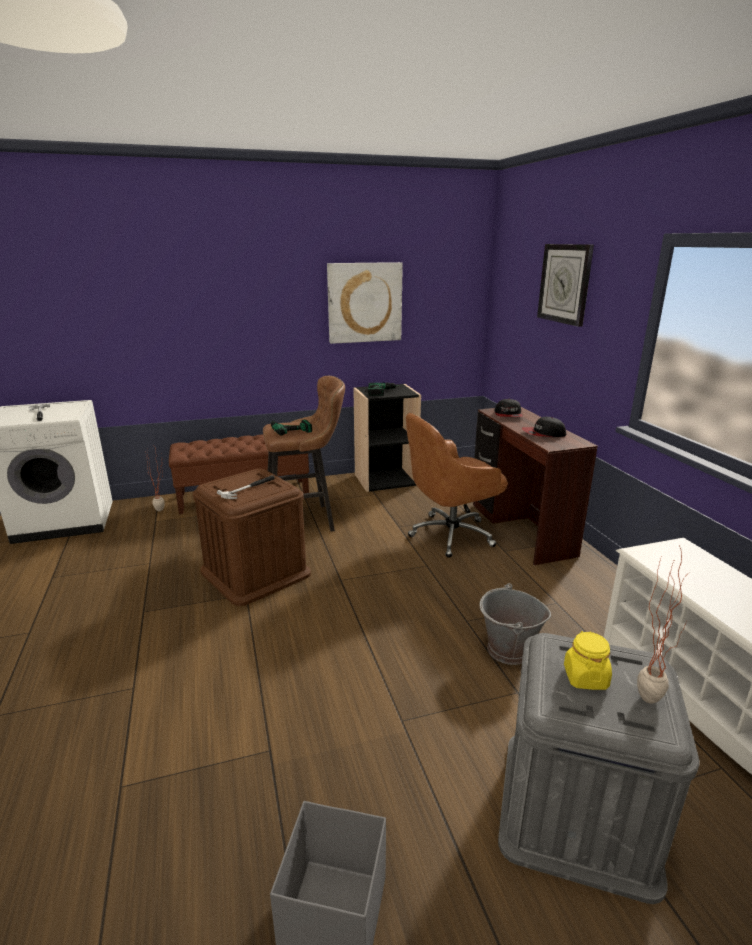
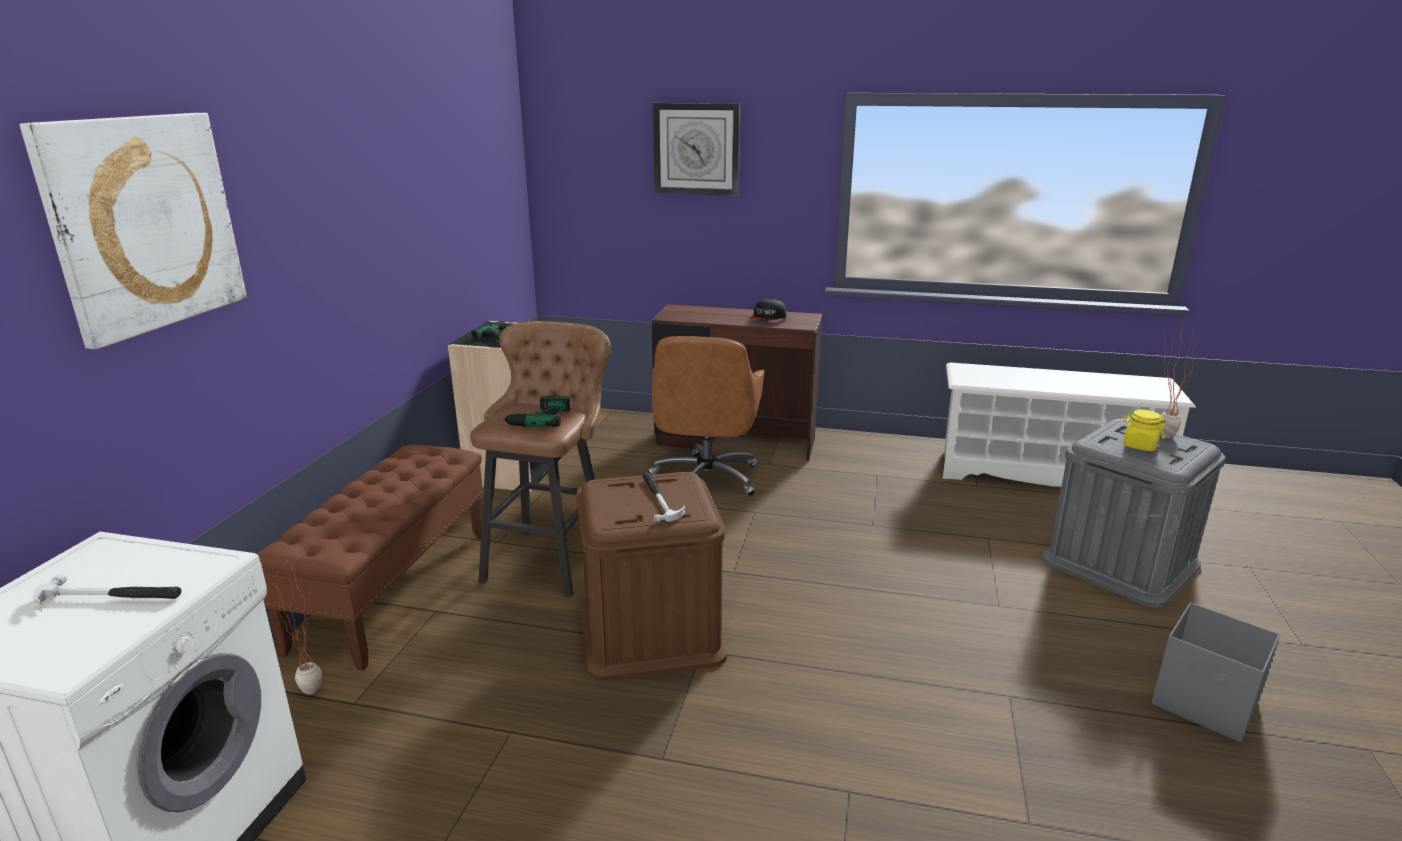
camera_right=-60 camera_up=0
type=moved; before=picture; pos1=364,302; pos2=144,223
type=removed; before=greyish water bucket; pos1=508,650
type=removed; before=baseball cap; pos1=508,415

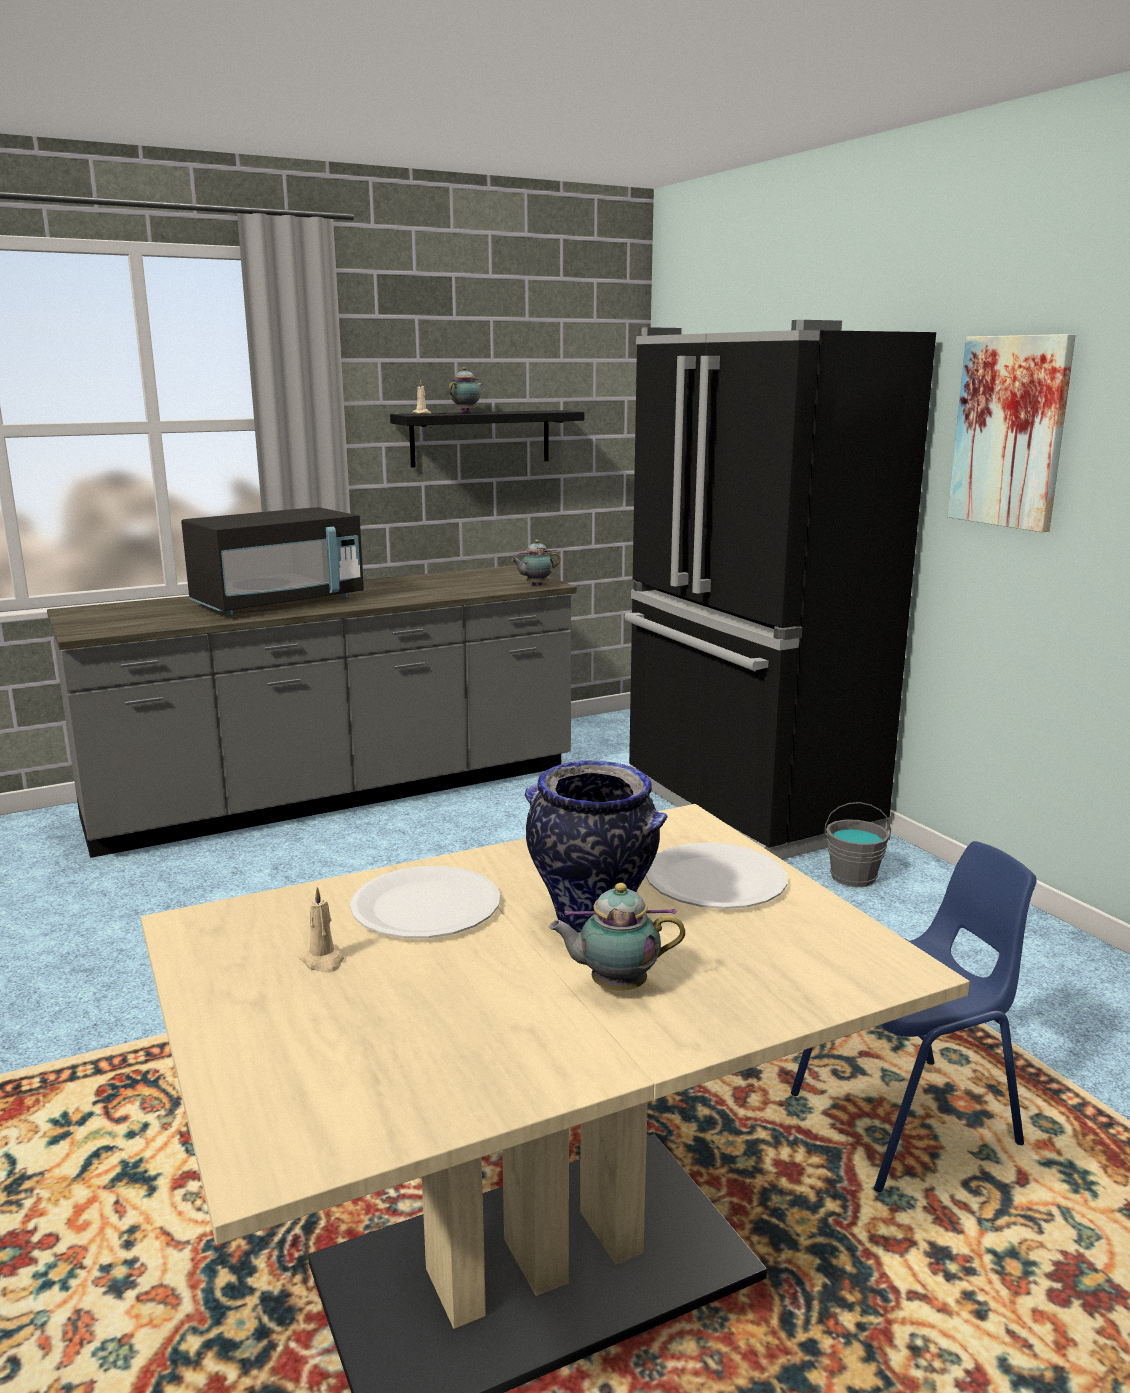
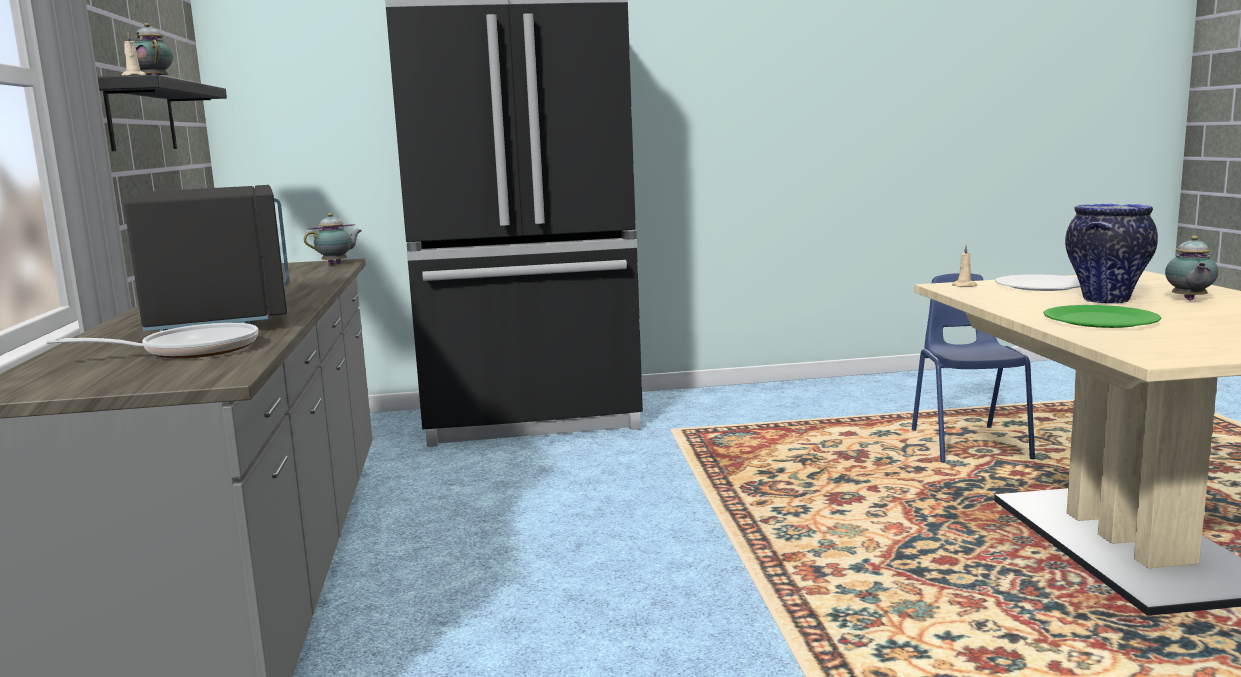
camera_right=-70 camera_up=-5
type=moved; before=sand-coloured candle; pos1=323,961; pos2=965,286
type=recoloured; before=white dinner plate; after=greenish dinner plate; pos1=425,906; pos2=1100,320
type=turned; before=tea pot; pos1=535,585; pos2=337,264; turn=-120
type=removed; before=greyish water bucket; pos1=853,877
type=removed; before=picture; pos1=1010,432
type=added; after=skillet; pos2=190,351

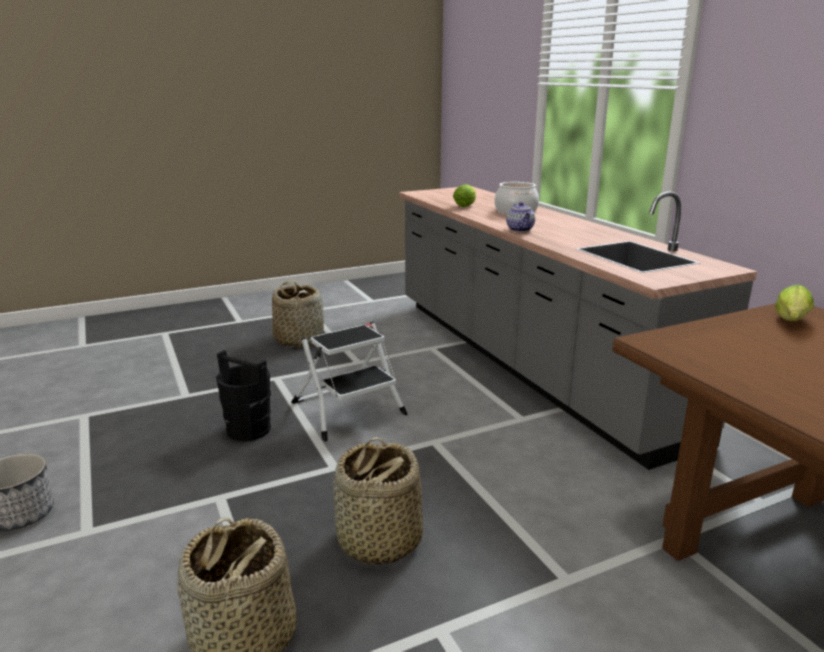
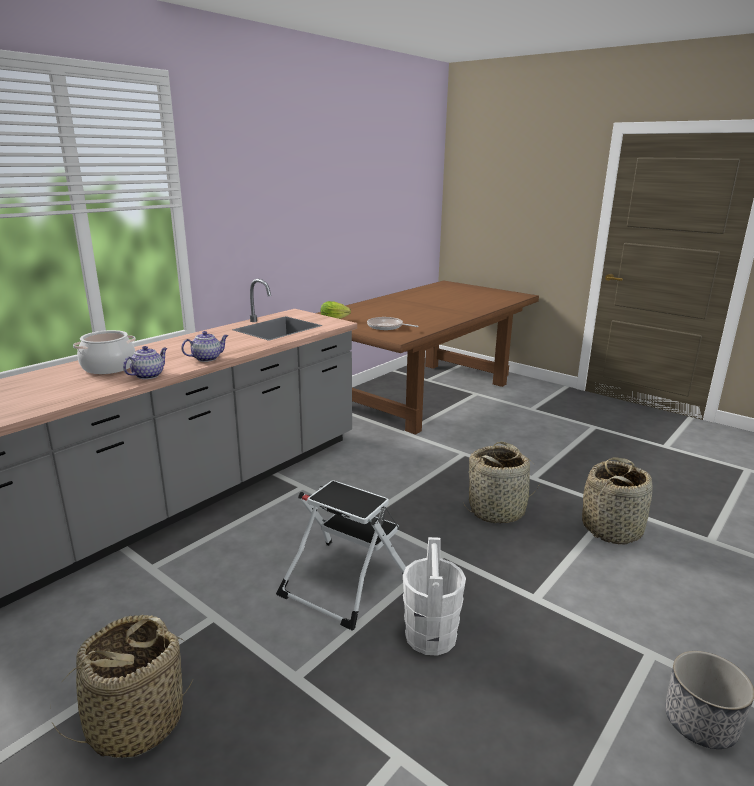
camera_right=-115 camera_up=0
type=recoloured; before=blackish water bucket; after=white water bucket; pos1=248,429; pos2=430,636
type=removed; before=lettuce head; pos1=466,205
type=added; after=tea pot; pos2=148,375
type=added; after=skillet; pos2=387,327

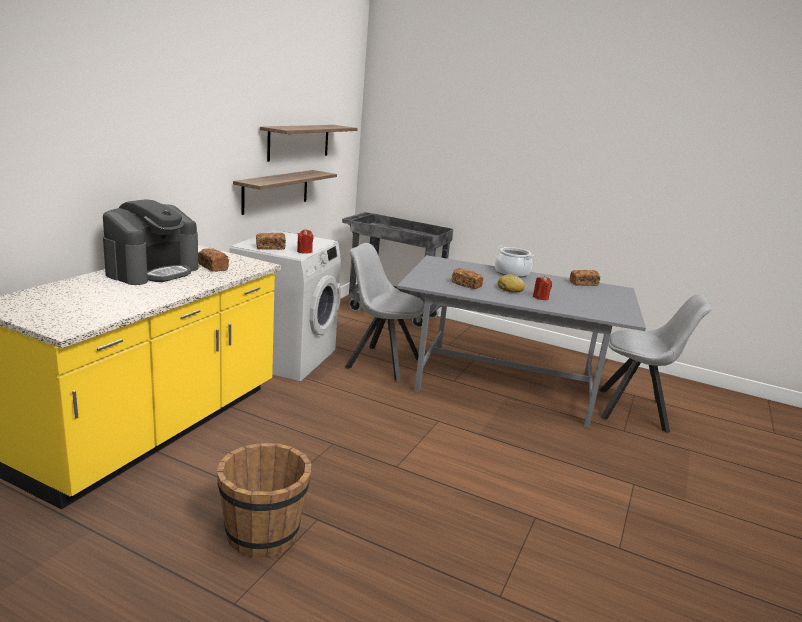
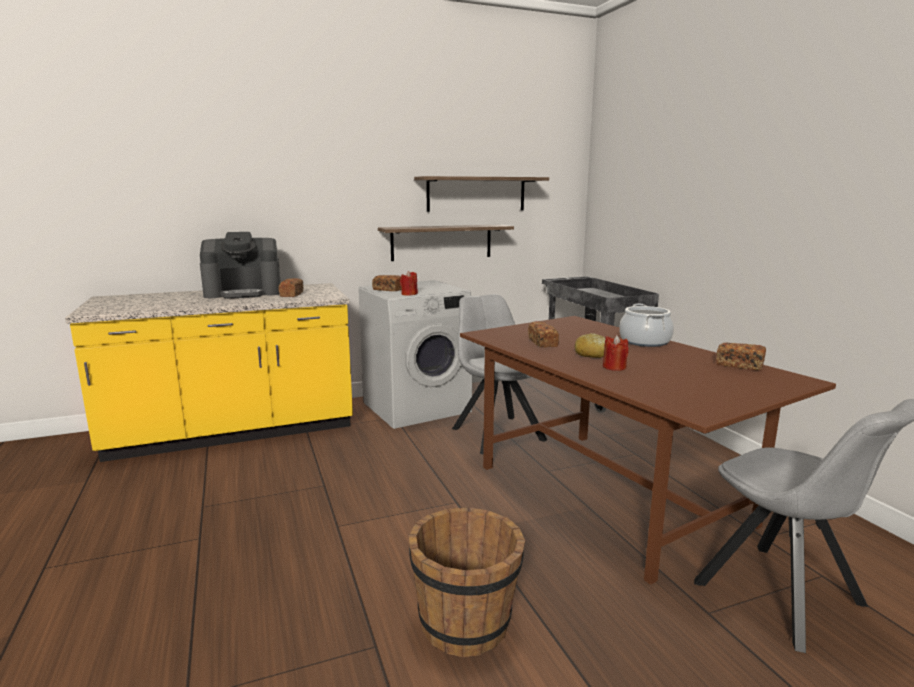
camera_right=45 camera_up=-5
type=moved; before=brownish water bucket; pos1=263,533; pos2=466,623
type=recoloured; before=greyish dining table; after=brownish dining table; pos1=506,384; pos2=611,494

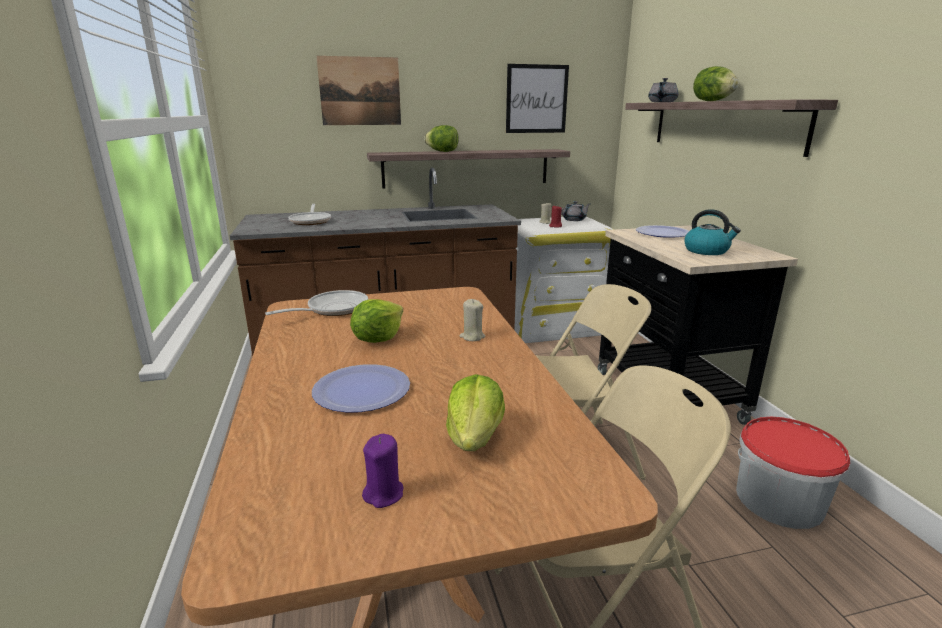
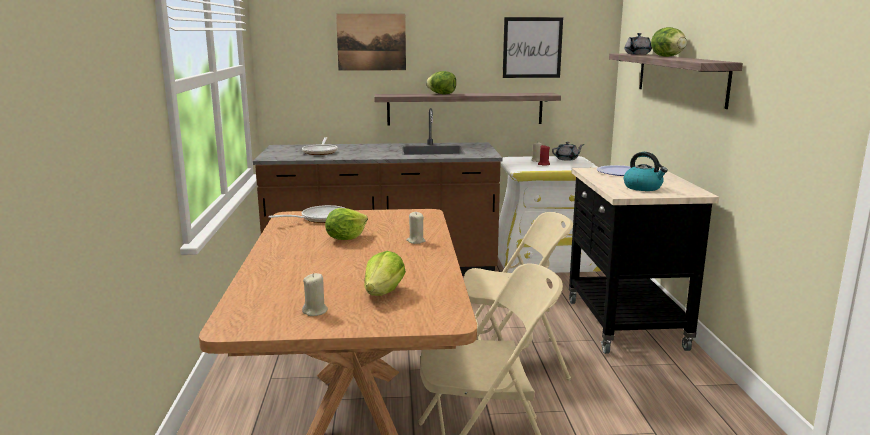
camera_right=10 camera_up=-5
type=removed; before=dinner plate; pos1=361,390
type=recoloured; before=purplish candle; after=sand-coloured candle; pos1=384,494; pos2=315,311
type=removed; before=water bucket; pos1=779,500

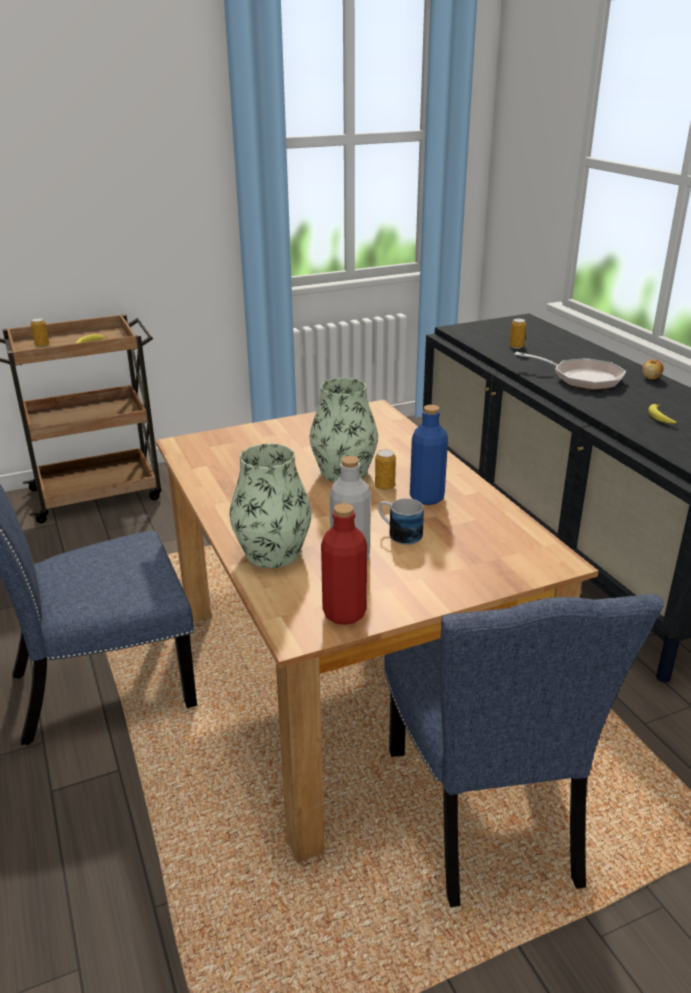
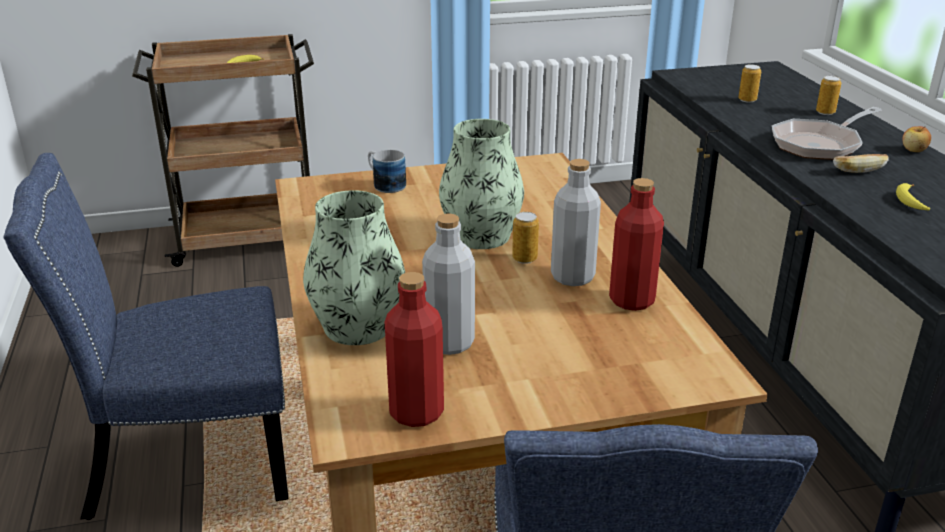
camera_right=10 camera_up=0
type=moved; before=sealed can; pos1=42,345; pos2=825,112
type=moved; before=tea mug; pos1=399,534; pos2=385,184
type=recoloured; before=blue bottle; after=greyish bottle; pos1=427,497; pos2=572,277
type=turned; before=skillet; pos1=581,378; pos2=819,144; turn=105
type=added; after=reddish bottle; pos2=632,300
type=added; after=baked bread; pos2=858,171

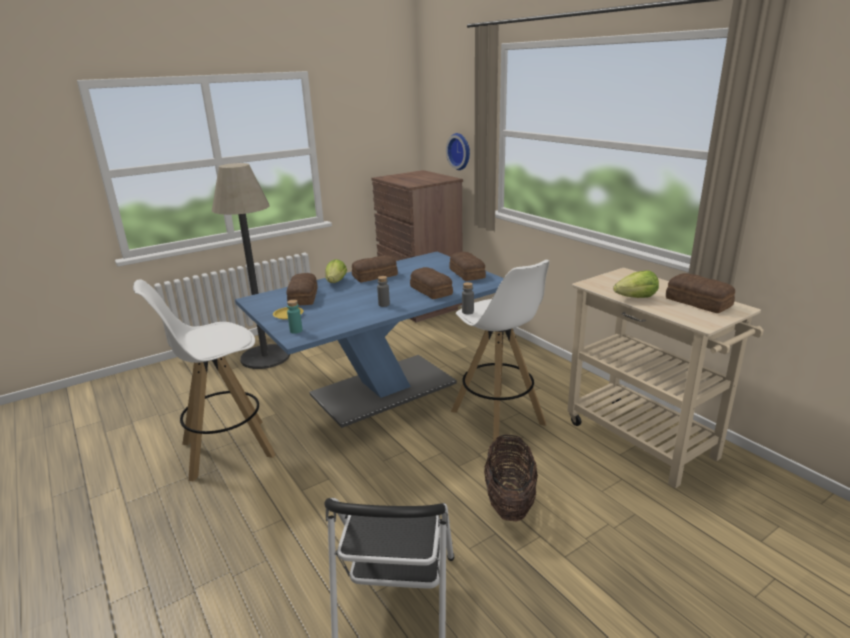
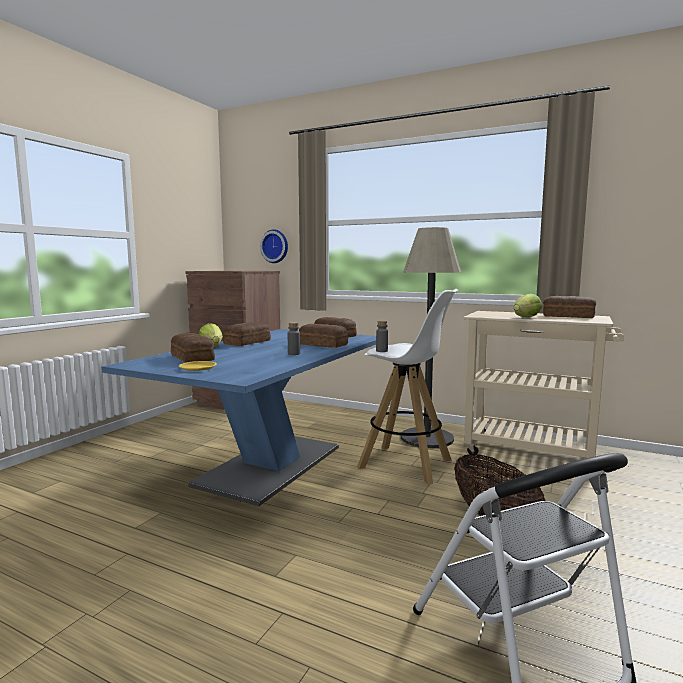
camera_right=-30 camera_up=-15
type=removed; before=white stool; pos1=226,450
type=moved; before=floor lamp; pos1=265,357; pos2=427,438
type=removed; before=turquoise bottle; pos1=296,331

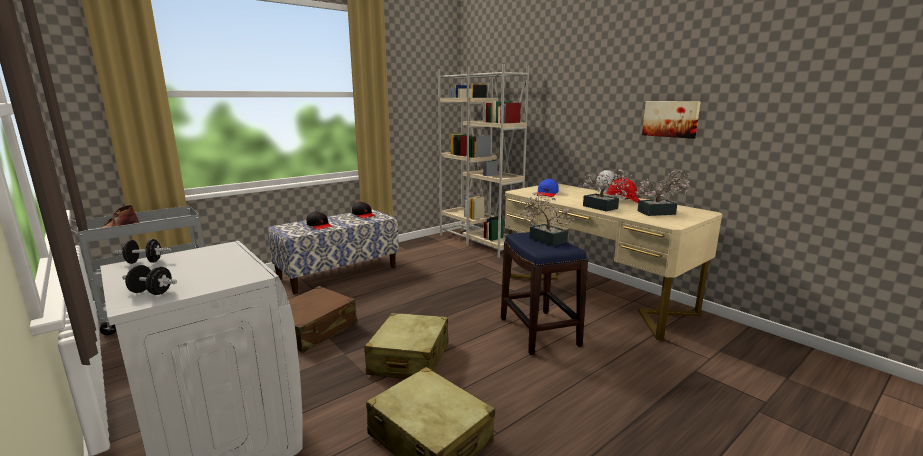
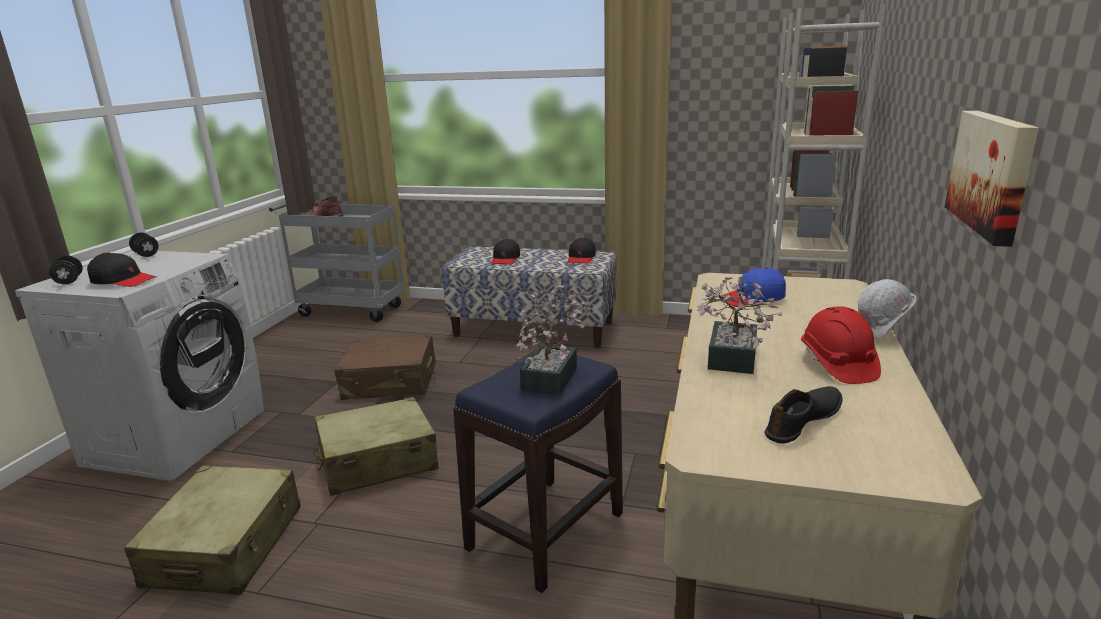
camera_right=55 camera_up=5
type=replaced; before=potted plant; after=blackish item of footwear; pos1=660,212; pos2=804,421
type=added; after=blackish baseball cap; pos2=123,280

